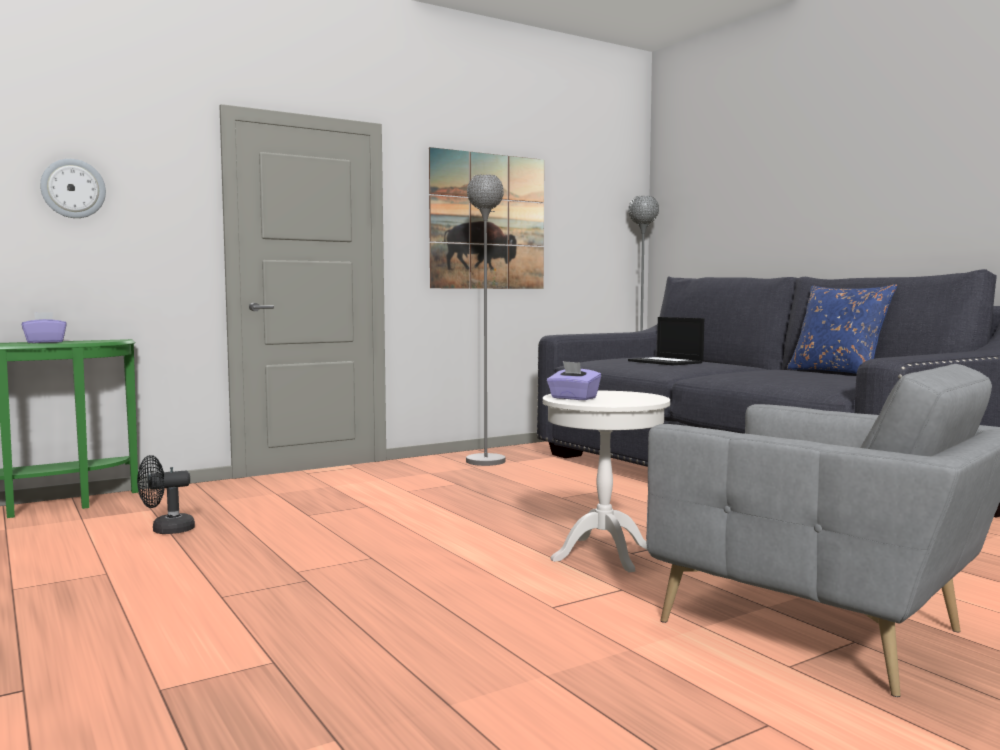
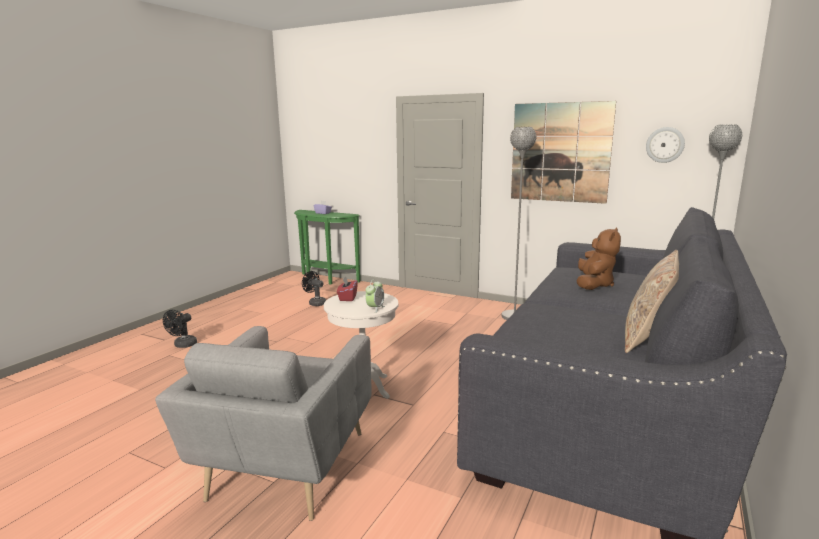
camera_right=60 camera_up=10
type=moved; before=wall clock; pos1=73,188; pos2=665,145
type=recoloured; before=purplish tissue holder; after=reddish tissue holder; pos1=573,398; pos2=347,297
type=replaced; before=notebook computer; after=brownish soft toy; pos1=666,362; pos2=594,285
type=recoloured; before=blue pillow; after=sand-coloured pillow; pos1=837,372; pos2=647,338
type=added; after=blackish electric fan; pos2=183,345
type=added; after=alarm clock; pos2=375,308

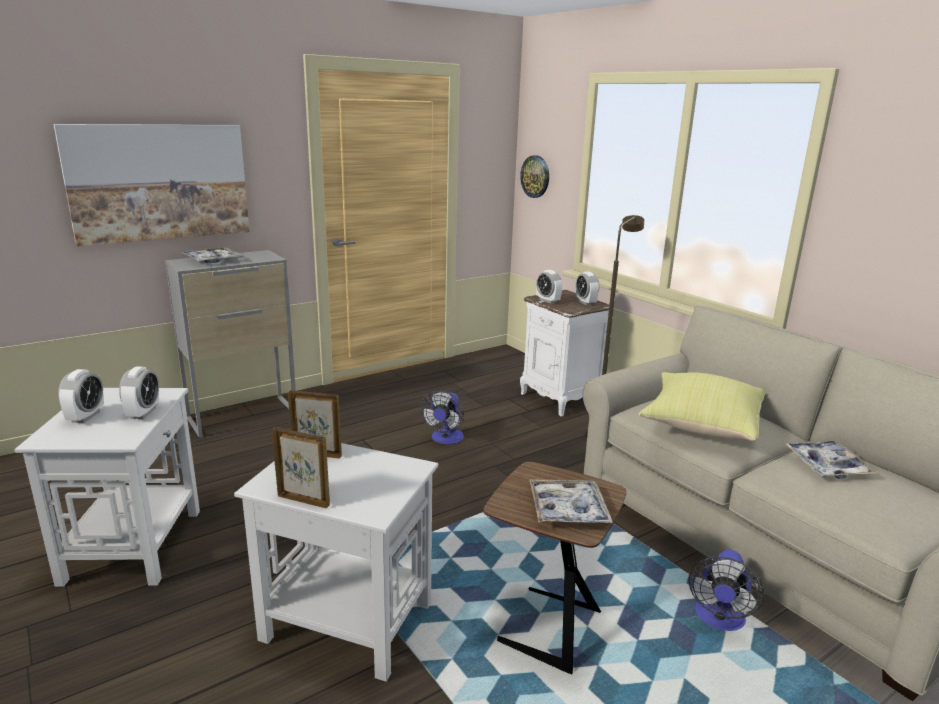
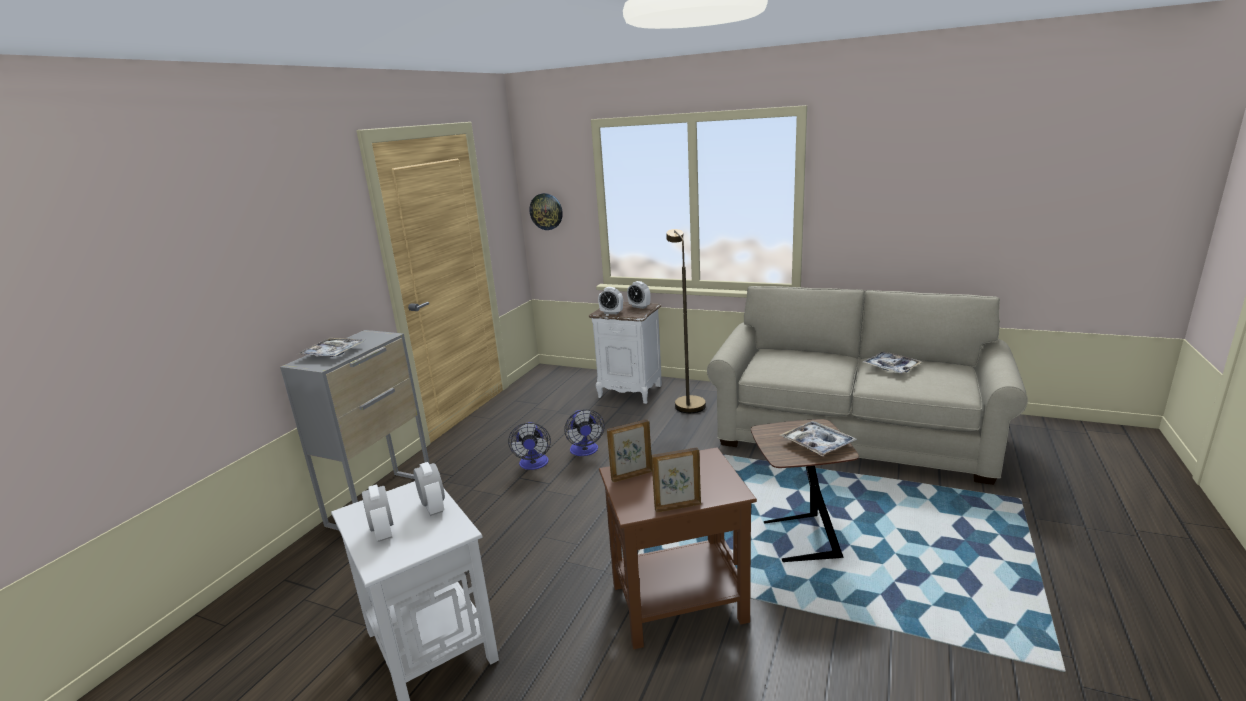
camera_right=-30 camera_up=0
type=removed; before=picture; pos1=159,182
type=recoloured; before=white accent table; after=brownish accent table; pos1=346,621; pos2=676,603
type=removed; before=yellow pillow; pos1=701,424
type=moved; before=electric fan; pos1=719,620; pos2=534,465

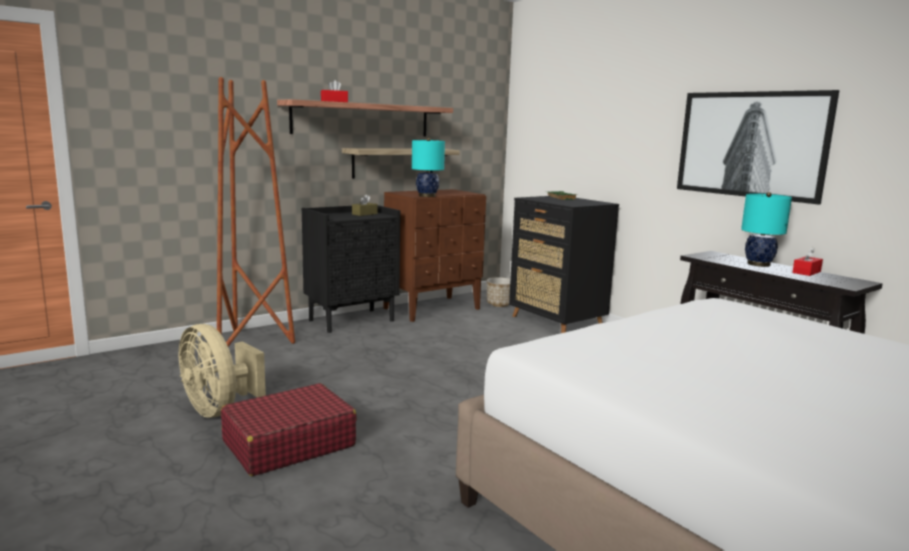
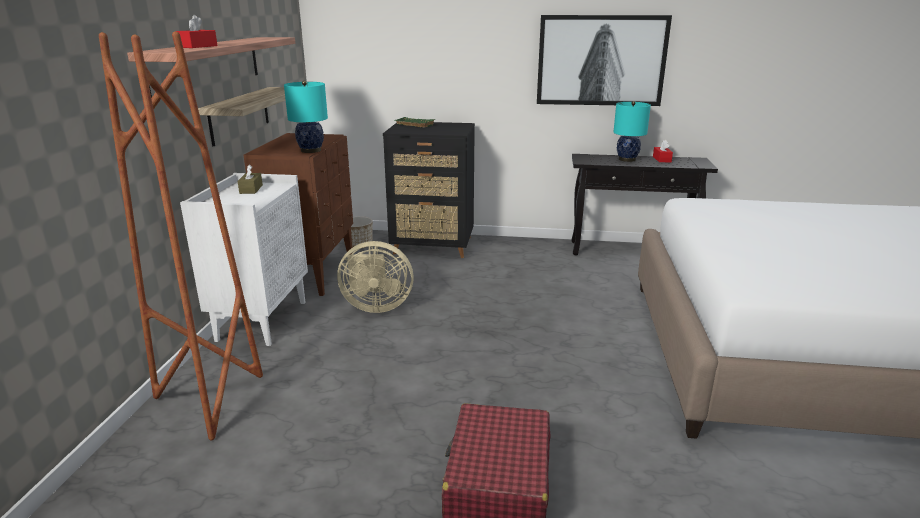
camera_right=-45 camera_up=10
type=moved; before=sand-coloured electric fan; pos1=219,409; pos2=375,306
type=recoloured; before=blackish storage cabinet; after=white storage cabinet; pos1=352,320; pos2=263,320

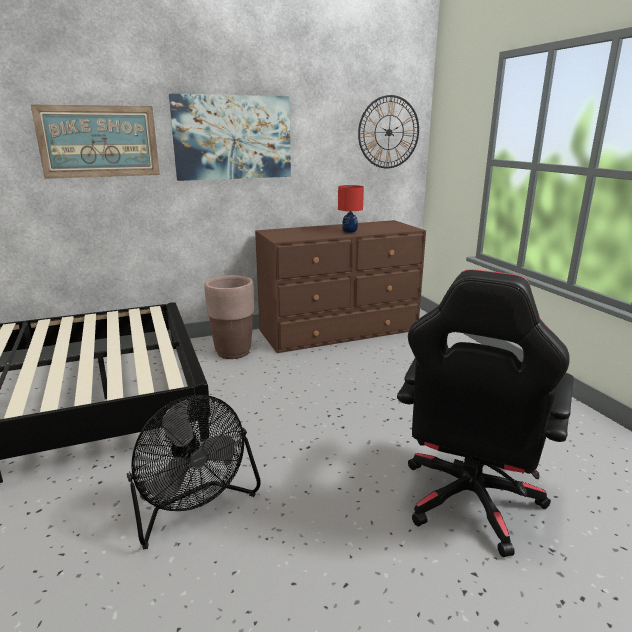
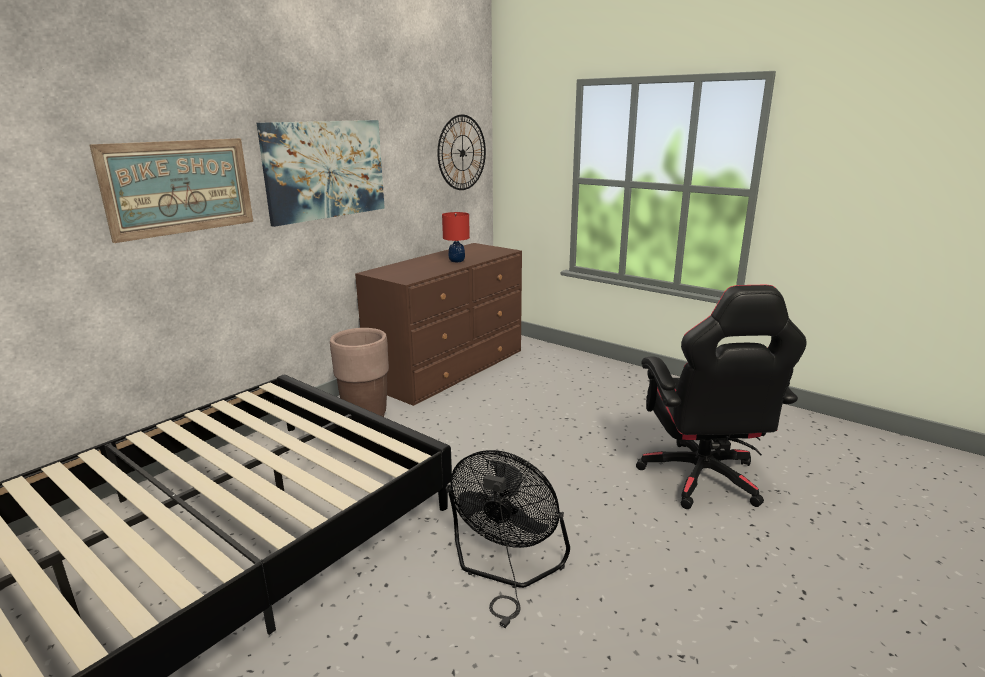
camera_right=-30 camera_up=0
type=turned; before=blackish electric fan; pos1=188,508; pos2=502,569; turn=-90

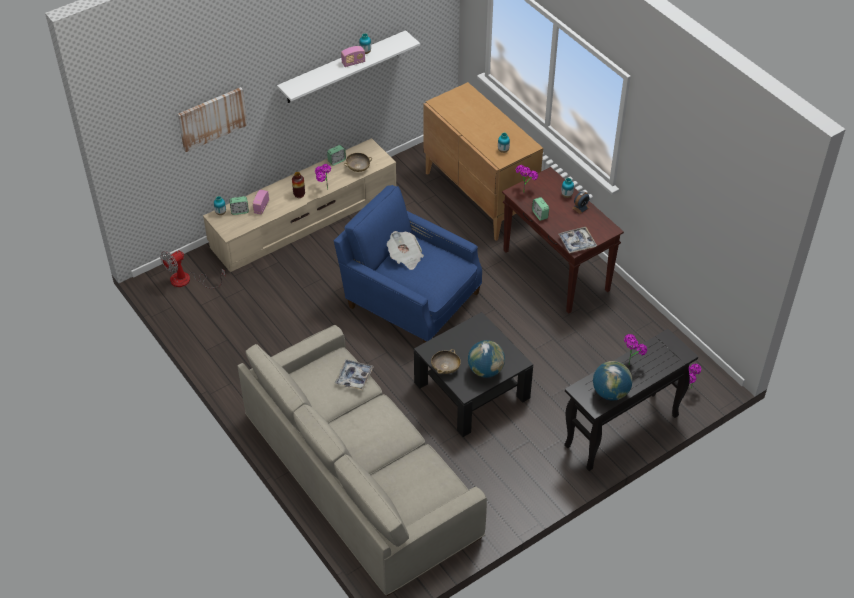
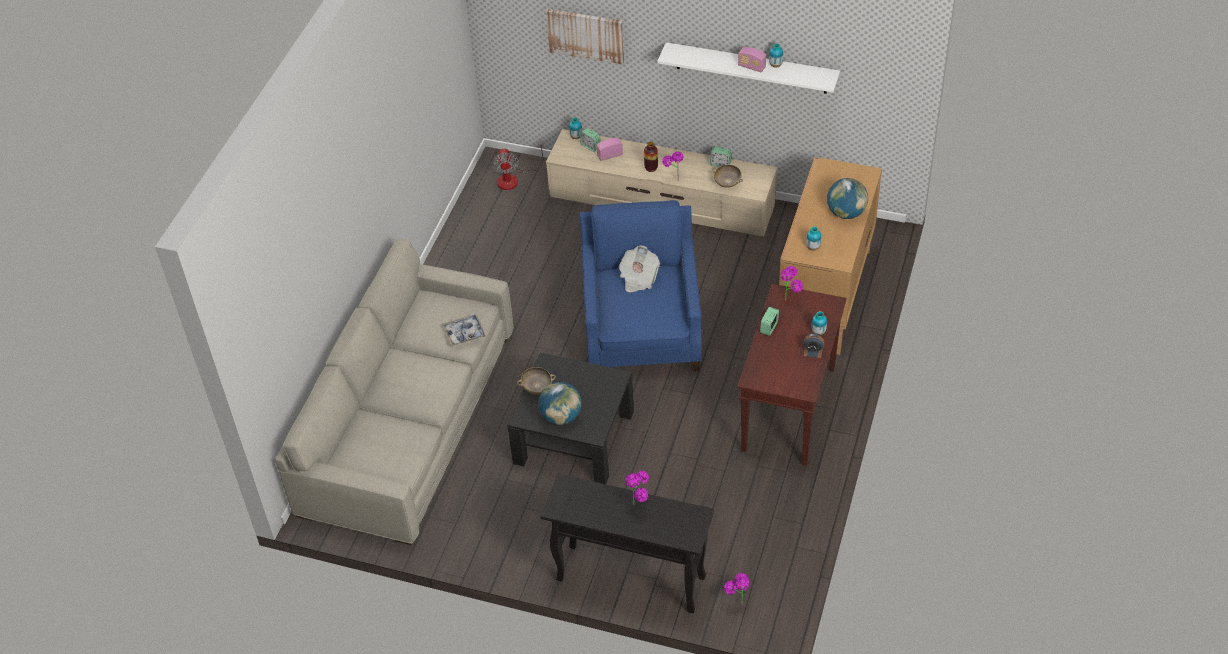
camera_right=55 camera_up=0
type=turned; before=electric fan; pos1=187,280; pos2=513,178; turn=-105
type=removed; before=serving tray; pos1=577,243
type=moved; before=desk globe; pos1=610,392; pos2=846,213

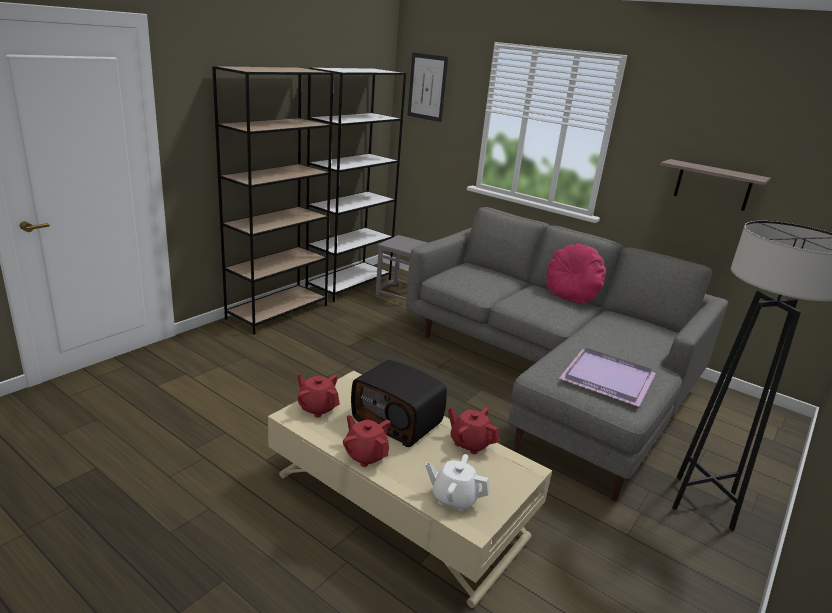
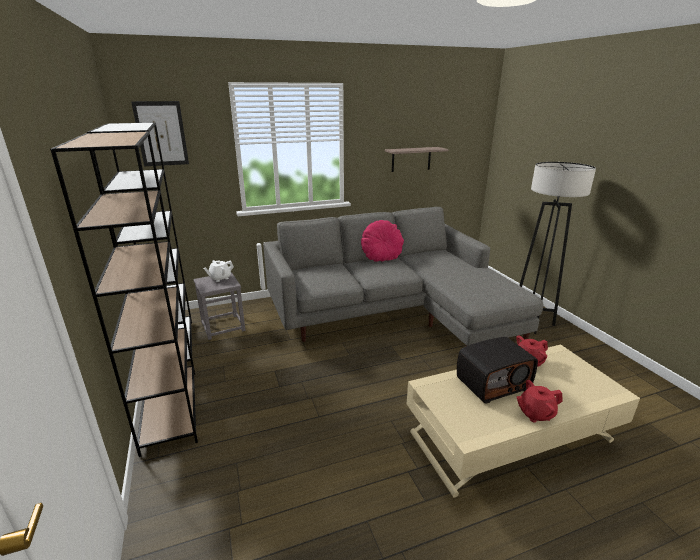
camera_right=-55 camera_up=0
type=removed; before=reddish tea pot; pos1=317,408
type=moved; before=white tea pot; pos1=454,498; pos2=220,278
type=removed; before=purplish serving tray; pos1=606,377

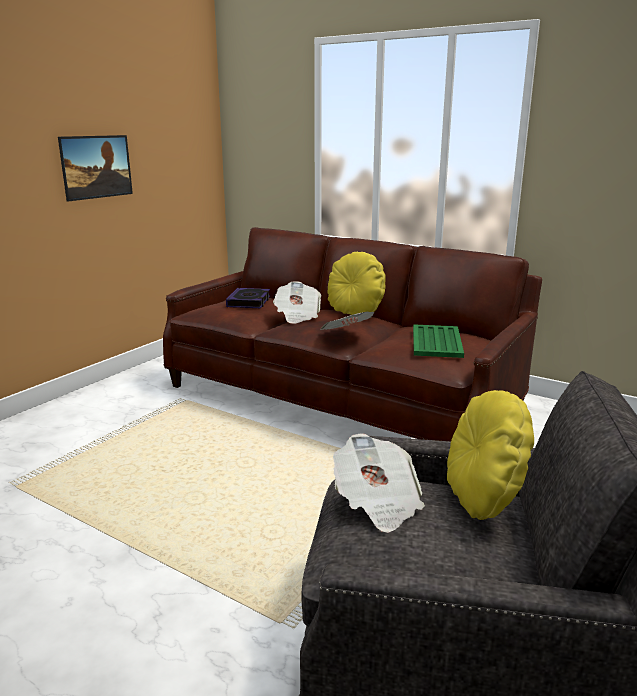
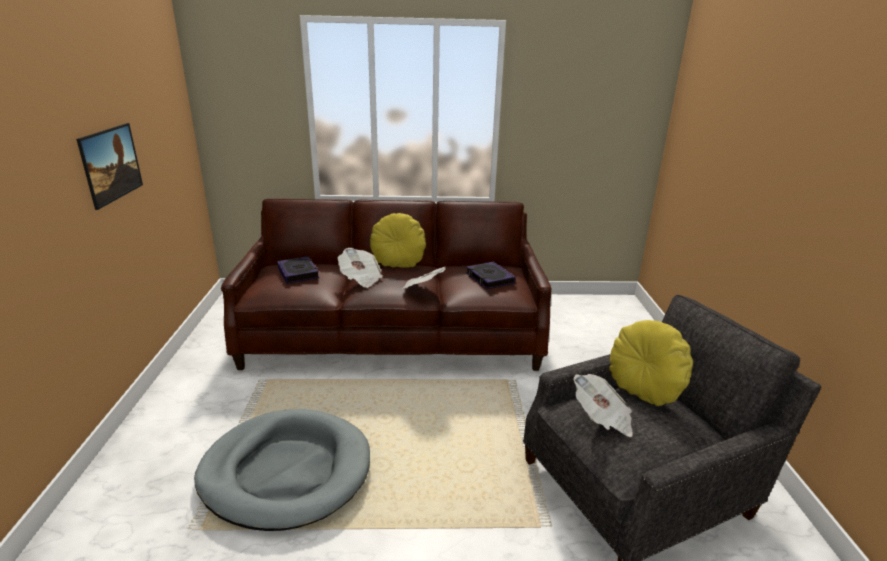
camera_right=-35 camera_up=5
type=replaced; before=greenish serving tray; after=book; pos1=436,342; pos2=489,278
type=added; after=greyish dog cushion; pos2=286,471

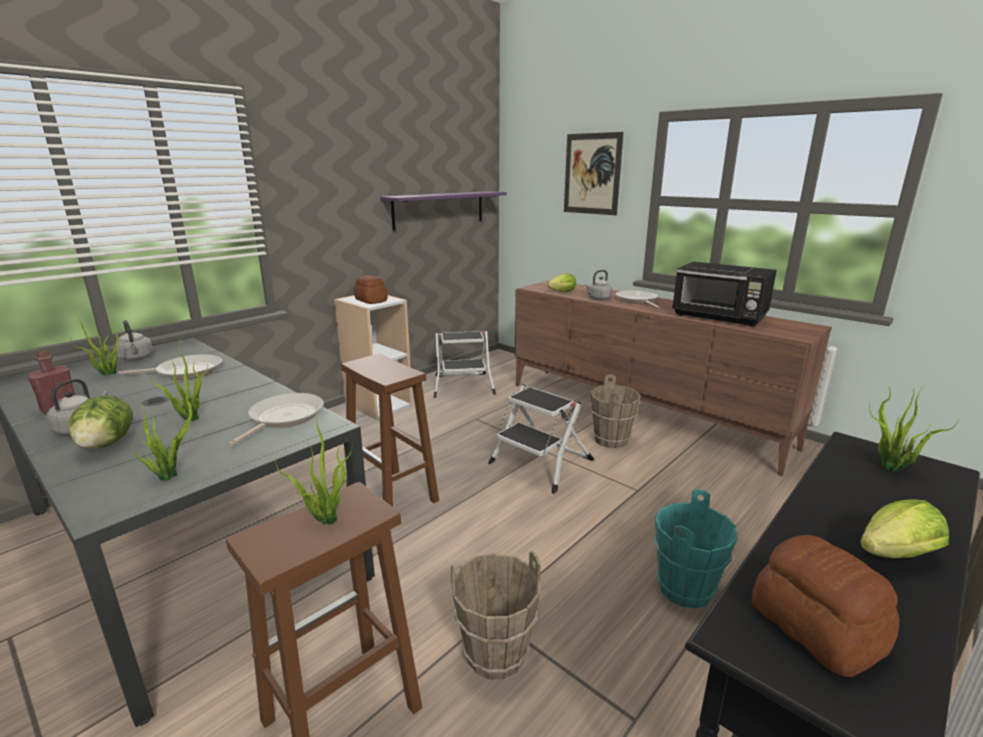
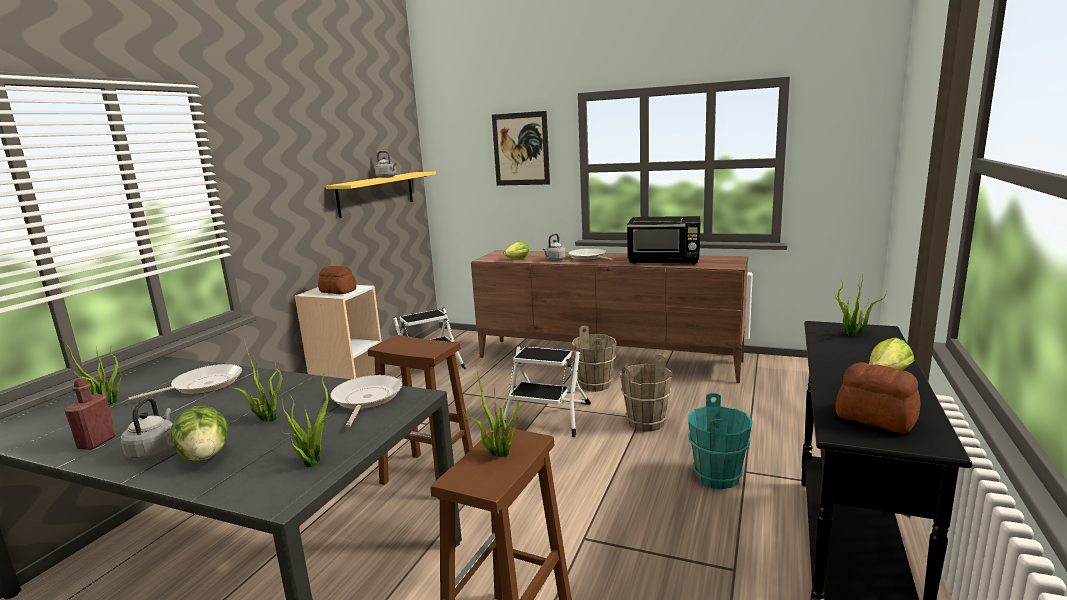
camera_right=-20 camera_up=-5
type=moved; before=greyish kettle; pos1=136,358; pos2=387,177
type=recoloured; before=purplish shelf; after=yellow shelf; pos1=439,209; pos2=376,193
type=moved; before=brownish water bucket; pos1=496,654; pos2=646,423

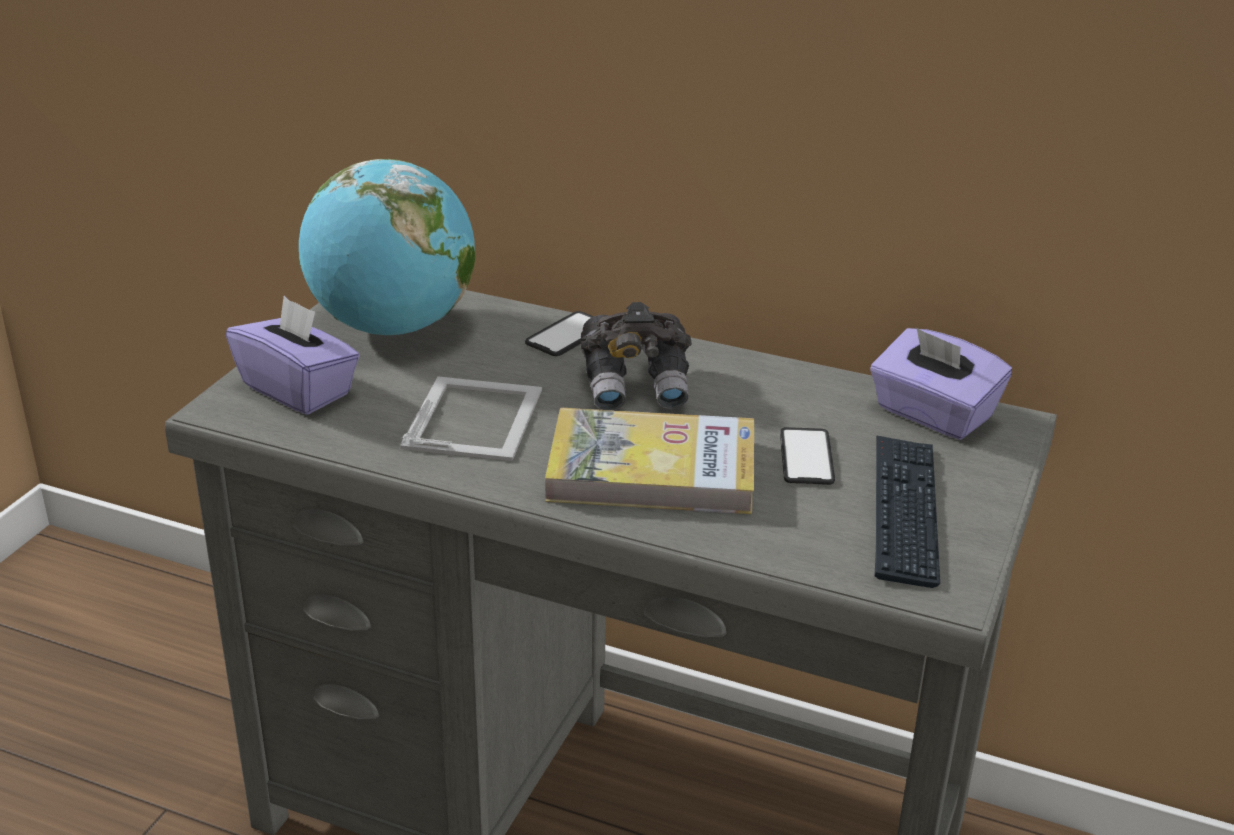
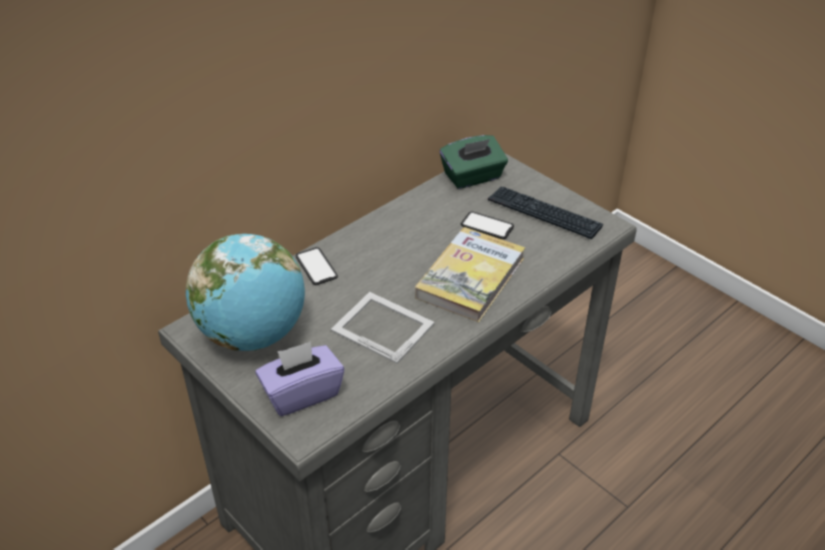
camera_right=-65 camera_up=10
type=removed; before=greyish pair of binoculars; pos1=637,386
type=recoloured; before=purplish tissue holder; after=greenish tissue holder; pos1=932,414; pos2=473,177

